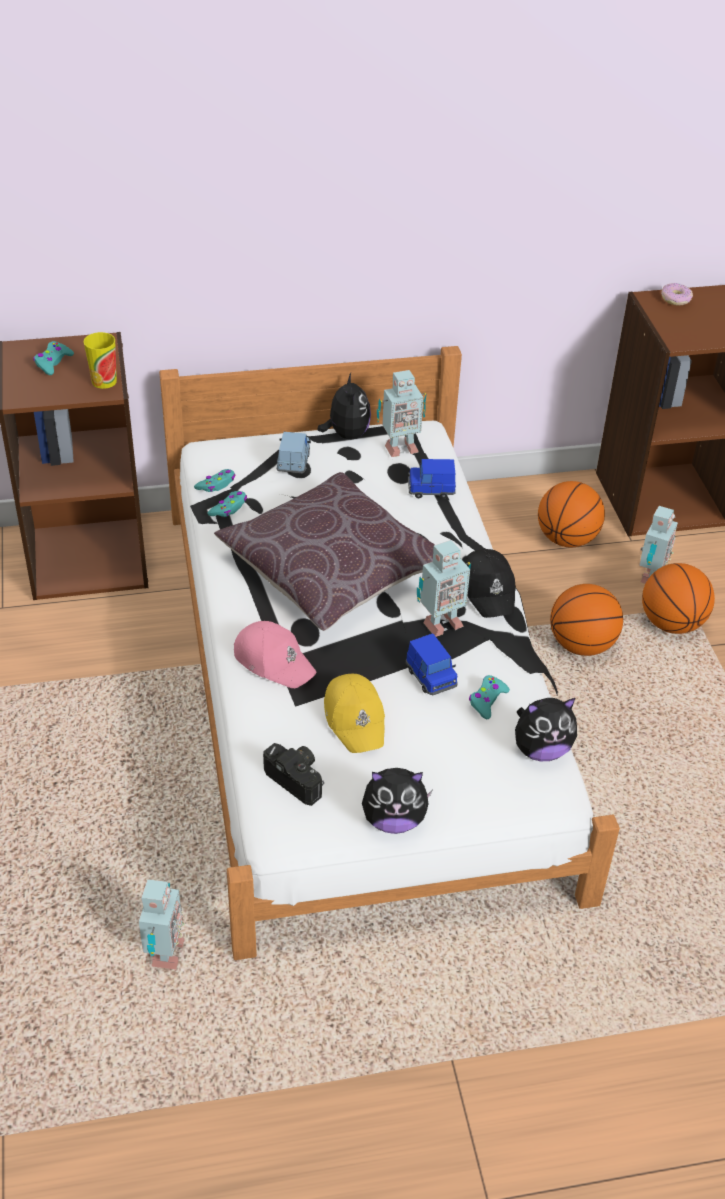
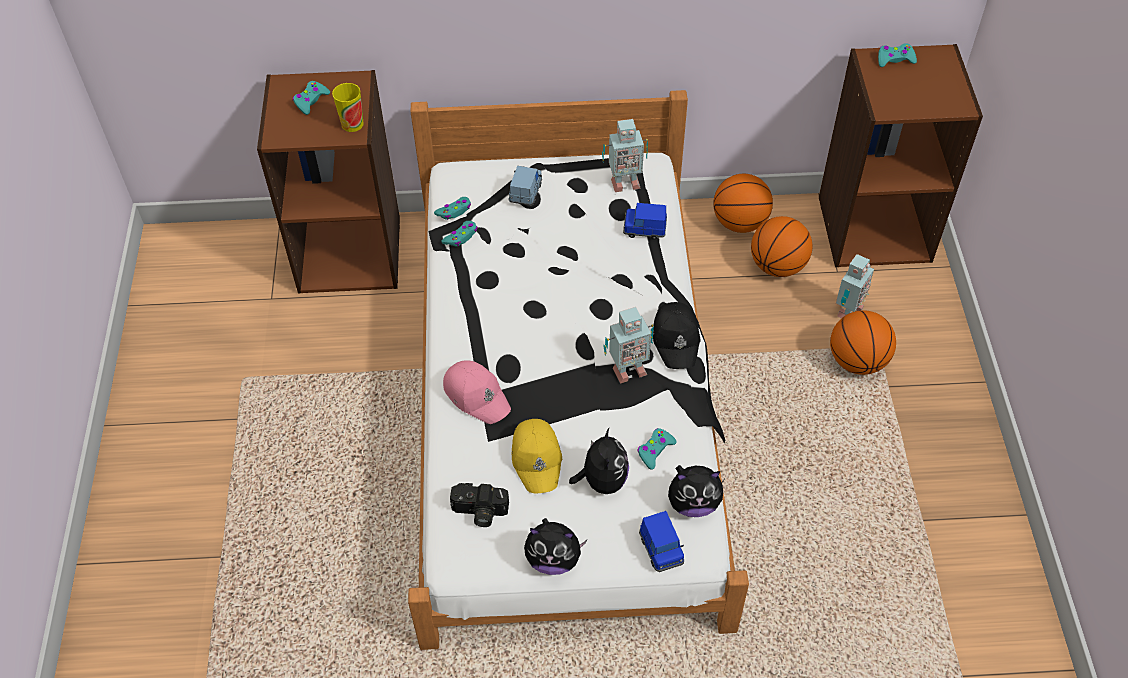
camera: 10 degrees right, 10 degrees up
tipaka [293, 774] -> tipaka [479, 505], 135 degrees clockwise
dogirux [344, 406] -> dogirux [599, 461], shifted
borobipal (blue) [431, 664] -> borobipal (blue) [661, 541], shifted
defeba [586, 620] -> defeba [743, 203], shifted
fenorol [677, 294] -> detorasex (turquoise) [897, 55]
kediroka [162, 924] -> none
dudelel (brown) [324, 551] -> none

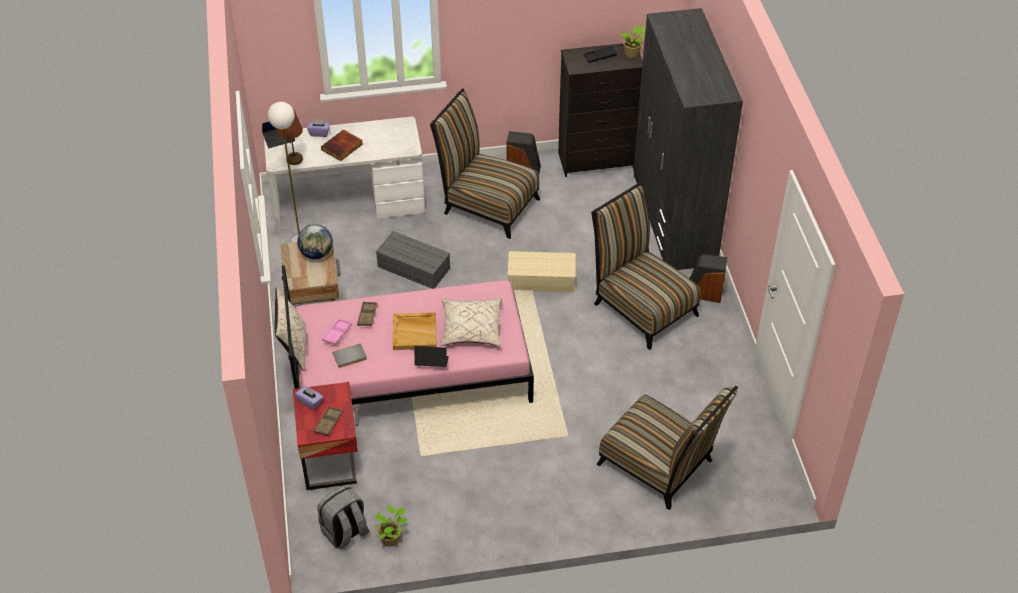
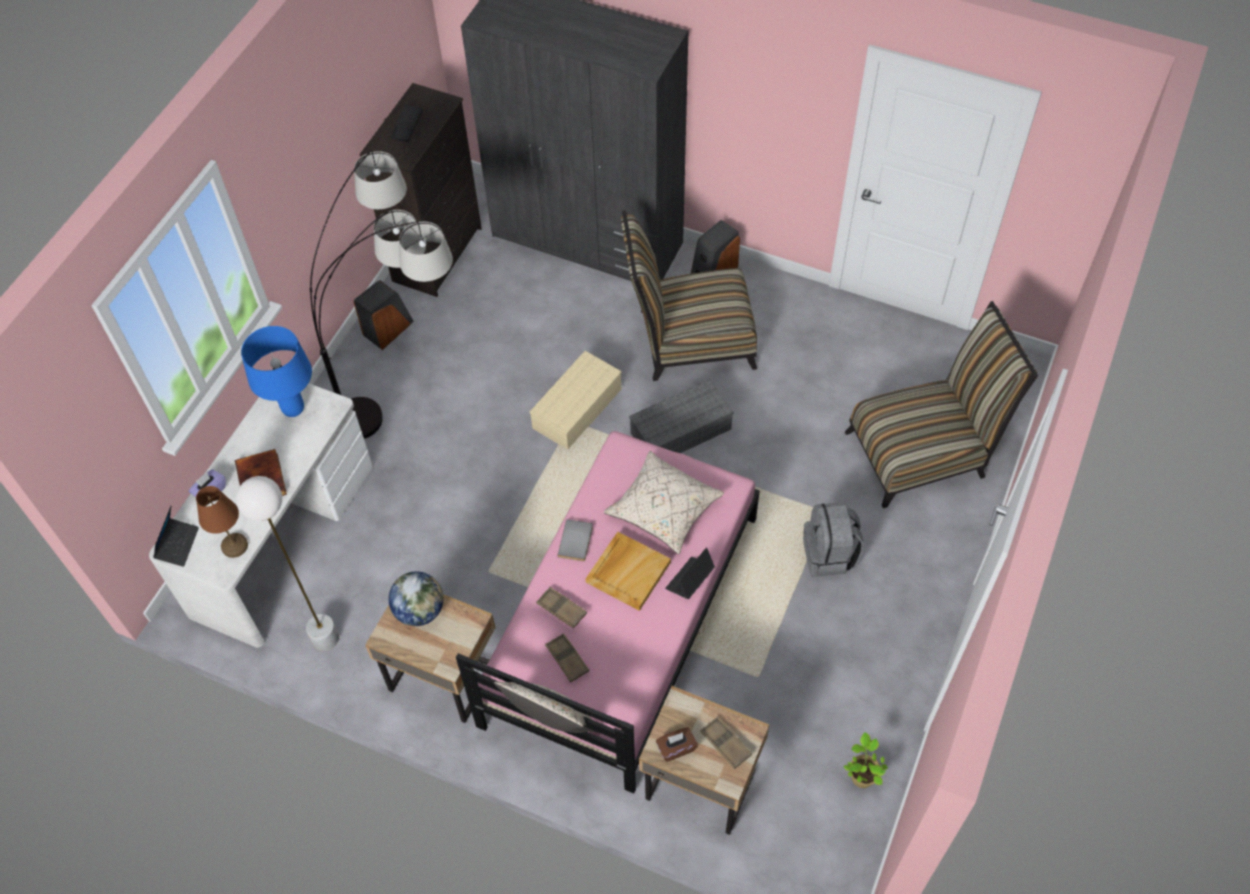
camera: 55 degrees left, 10 degrees up
none -> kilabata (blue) [276, 371]
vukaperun [485, 163] -> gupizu [381, 294]
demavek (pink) [337, 332] -> demavek (brown) [567, 657]
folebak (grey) [349, 355] -> folebak (grey) [575, 540], shifted
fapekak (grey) [413, 260] -> fapekak (grey) [681, 416], shifted
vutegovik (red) [326, 436] -> vutegovik (beige) [704, 760]
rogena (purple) [309, 398] -> rogena (brown) [677, 744]
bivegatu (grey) [343, 517] -> bivegatu (grey) [833, 539], shifted
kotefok [633, 41] -> none

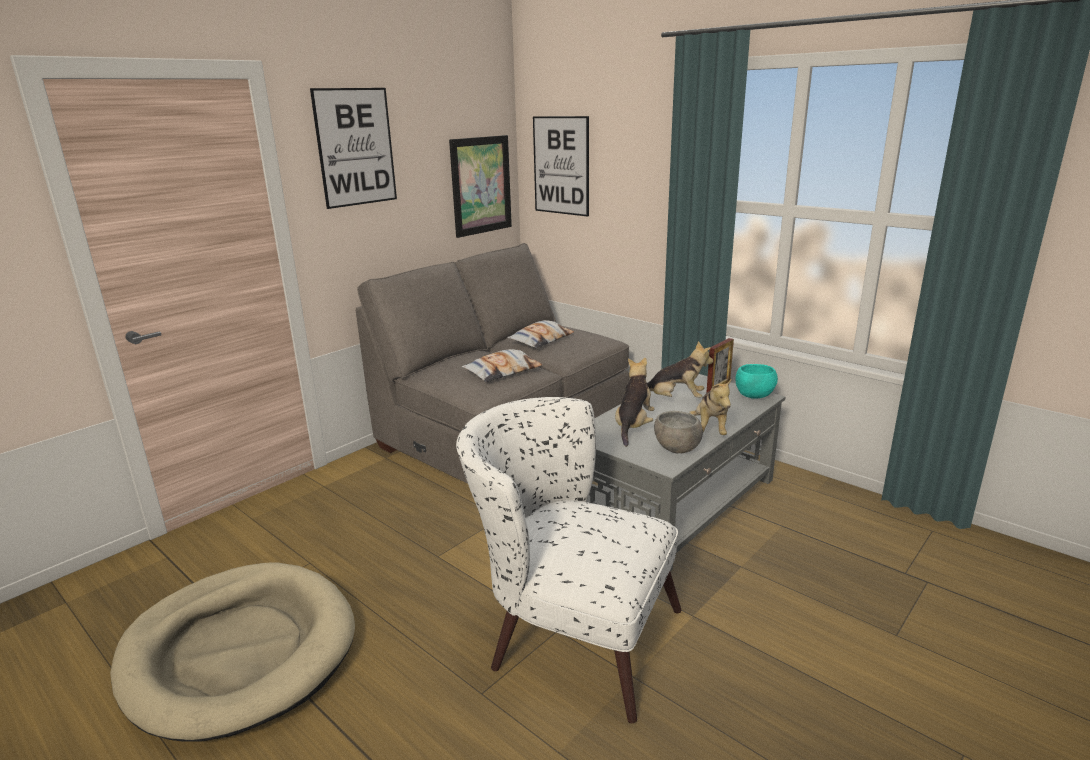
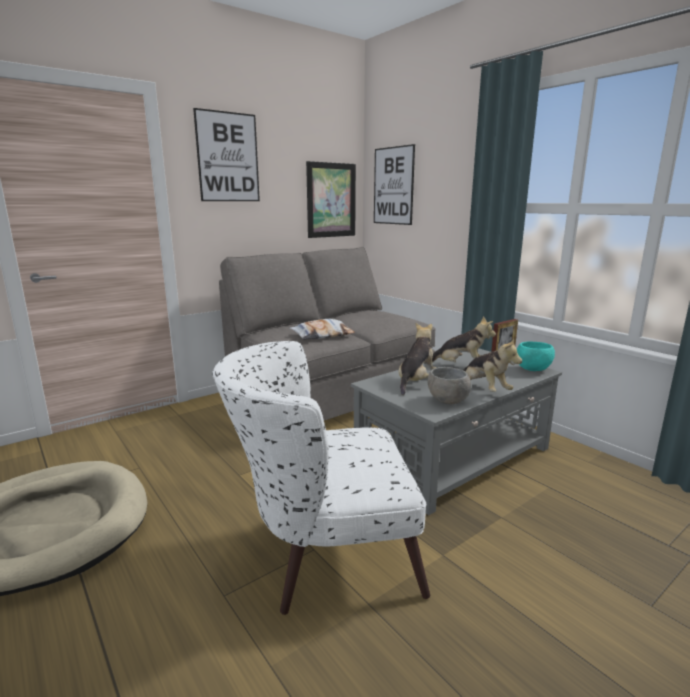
camera: 10 degrees right, 5 degrees down
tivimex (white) [568, 560] -> tivimex (white) [321, 478], 45 degrees counterclockwise
dogirux [710, 407] -> dogirux [492, 365], 45 degrees counterclockwise
dudelel [540, 334] -> none

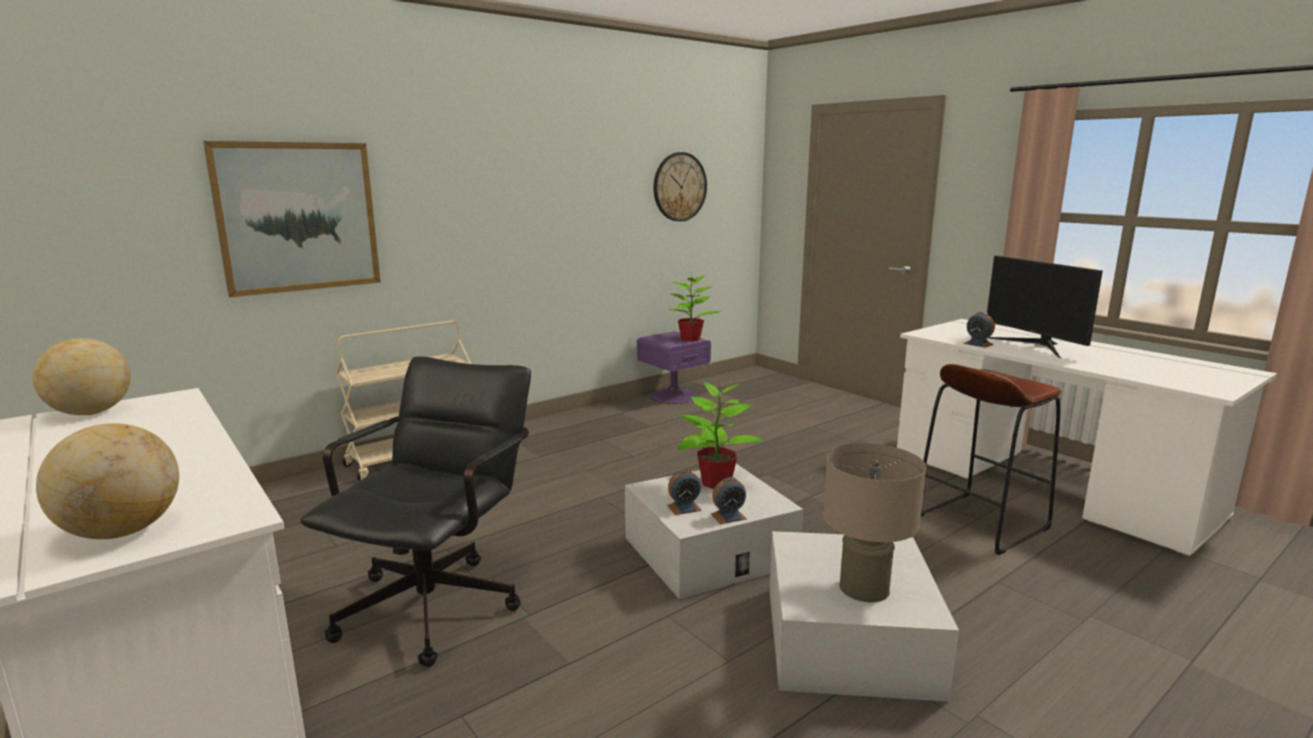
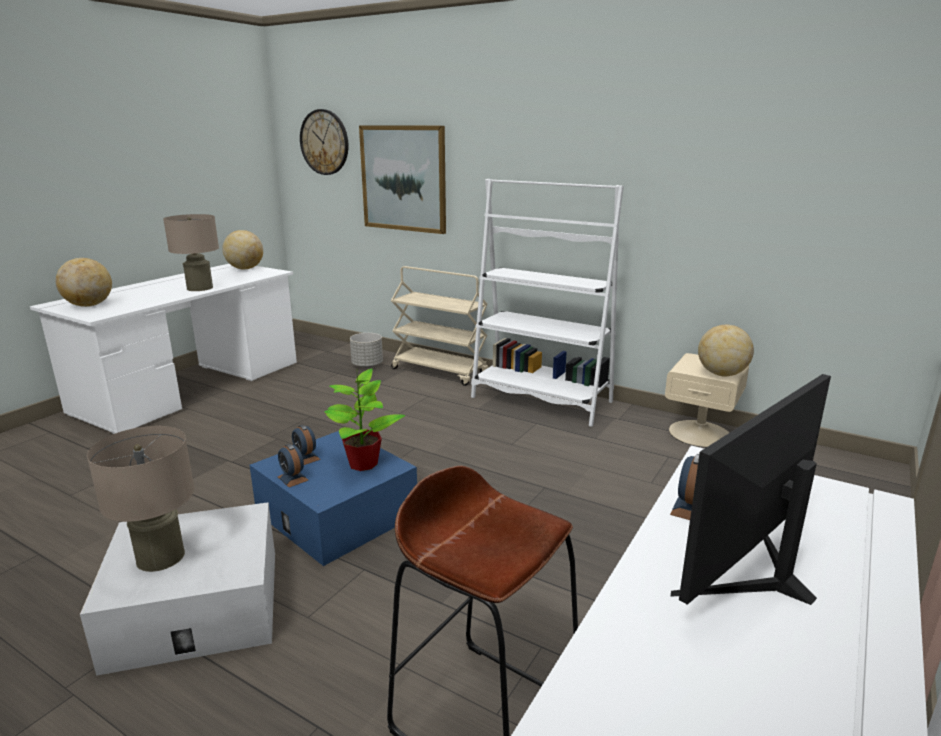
camera: 70 degrees right, 5 degrees up
none -> kilabata (beige) [191, 252]
fapekak (white) [714, 531] -> fapekak (blue) [333, 498]
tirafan [680, 186] -> tirafan [324, 142], shifted
none -> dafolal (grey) [366, 350]
none -> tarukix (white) [547, 303]
vutegovik (purple) [674, 367] -> vutegovik (beige) [707, 400]
kotefok [694, 307] -> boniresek [726, 350]
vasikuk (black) [415, 511] -> none

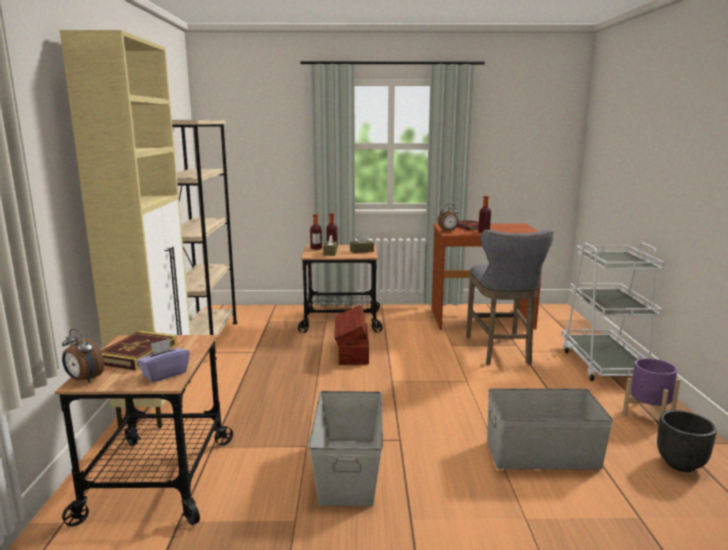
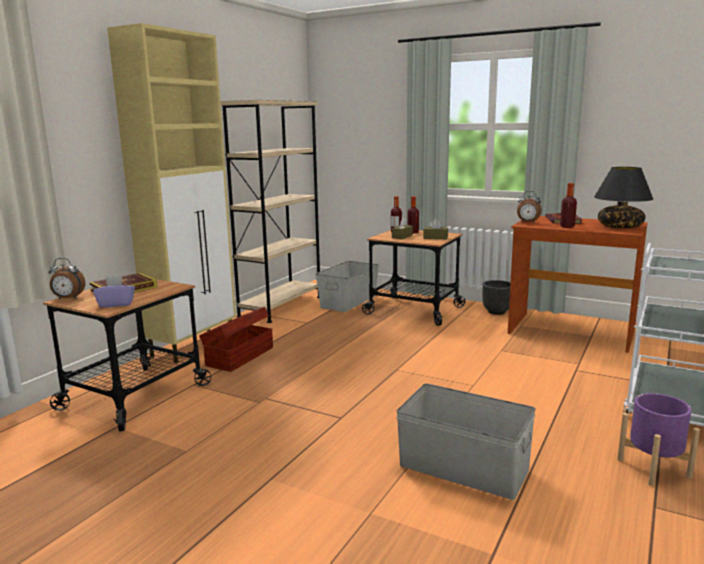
camera: 30 degrees right, 0 degrees up
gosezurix [83, 356] -> gosezurix [66, 278], 60 degrees counterclockwise
fapekak (brown) [351, 335] -> fapekak (brown) [236, 339], shifted
fapekak (grey) [345, 448] -> fapekak (grey) [347, 286], shifted
dafolal (black) [687, 441] -> dafolal (black) [496, 297], shifted
none -> kilabata (black) [623, 198]
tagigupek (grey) [510, 297] -> none

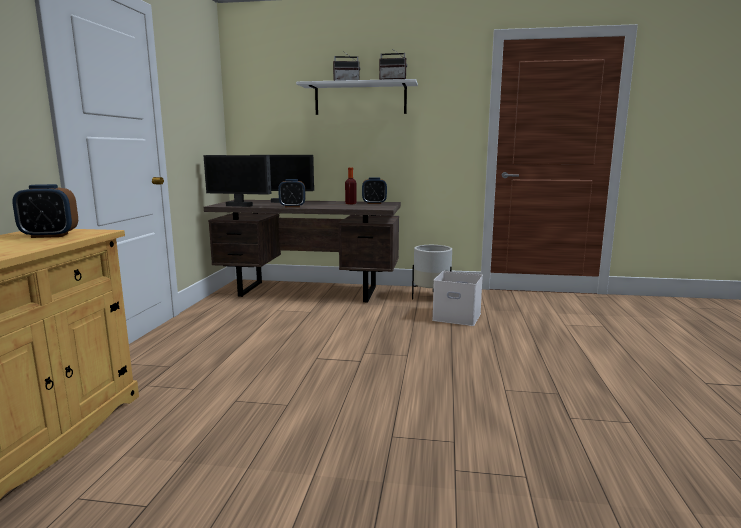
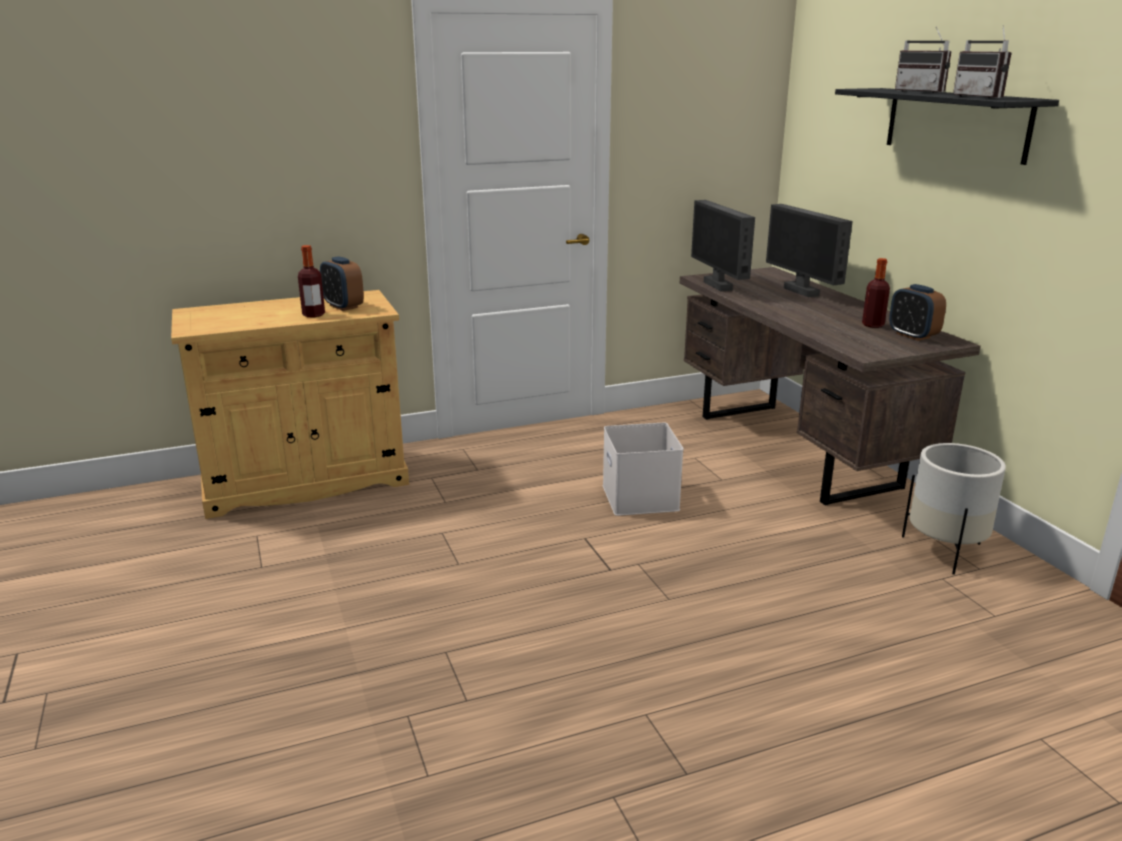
camera: 60 degrees right, 10 degrees up
none -> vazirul [311, 281]
fapekak (white) [457, 298] -> fapekak (white) [643, 469], shifted
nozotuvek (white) [357, 97] -> nozotuvek (black) [947, 126]
gosezurix [291, 193] -> none

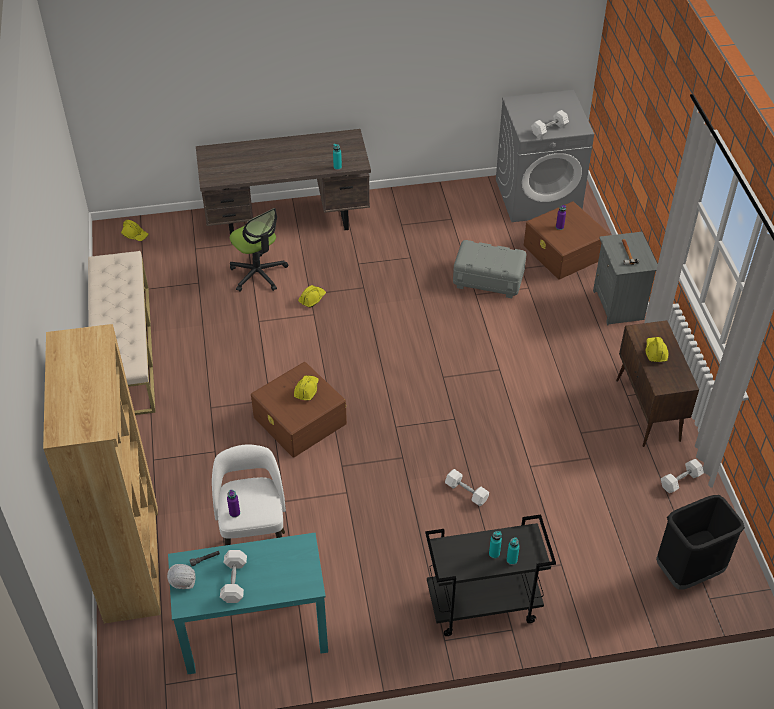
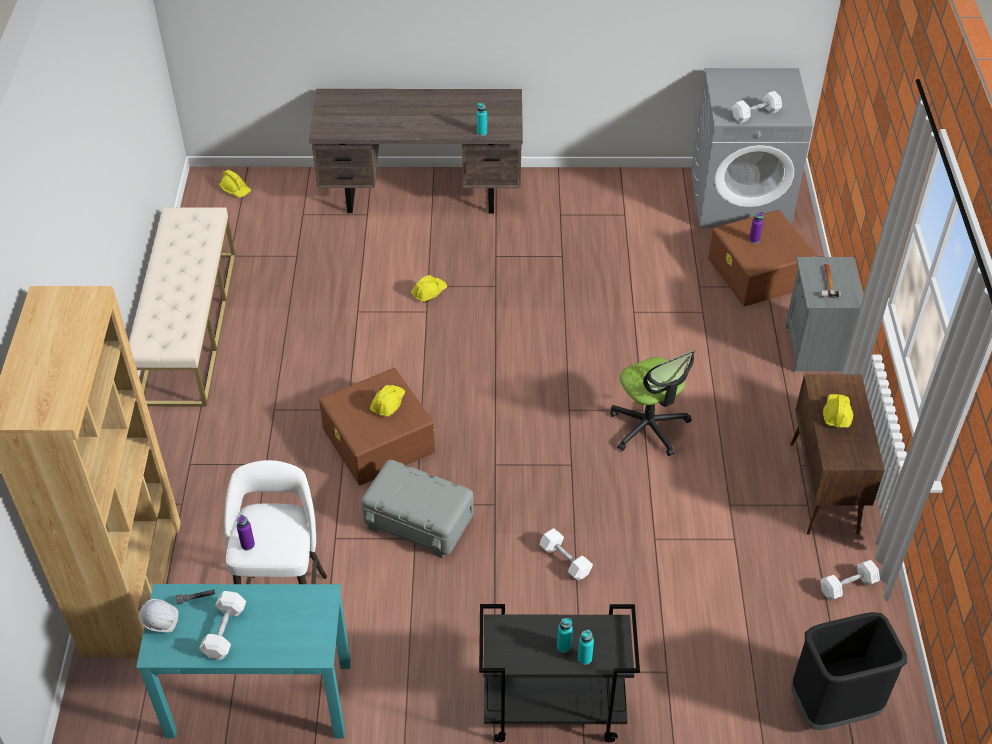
camera: 10 degrees right, 0 degrees up
fapekak (grey) [489, 269] -> fapekak (grey) [417, 509], shifted
vasikuk [259, 250] -> vasikuk [652, 403], shifted

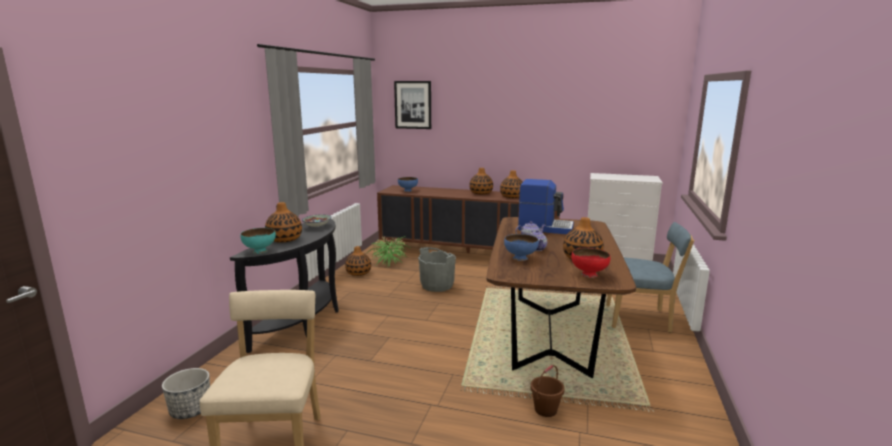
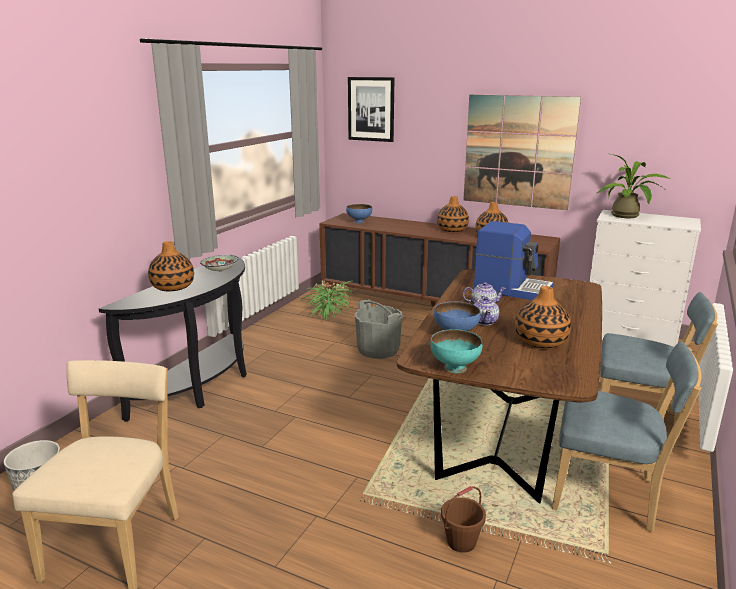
camera: 10 degrees right, 5 degrees up
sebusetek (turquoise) [258, 241] -> sebusetek (turquoise) [456, 351], shifted
none -> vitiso [522, 152]
none -> vukaperun (blue) [626, 436]
none -> kotefok [633, 186]
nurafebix [358, 261] -> none
sebusetek (red) [590, 263] -> none

